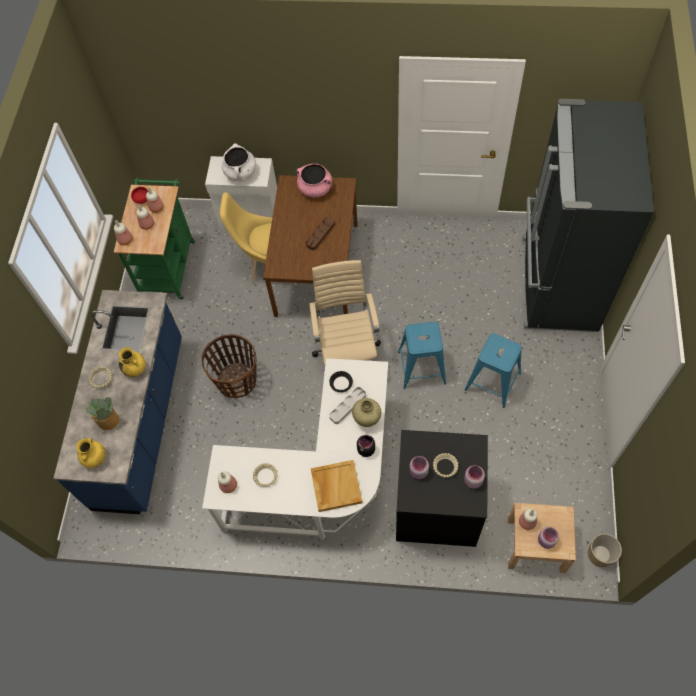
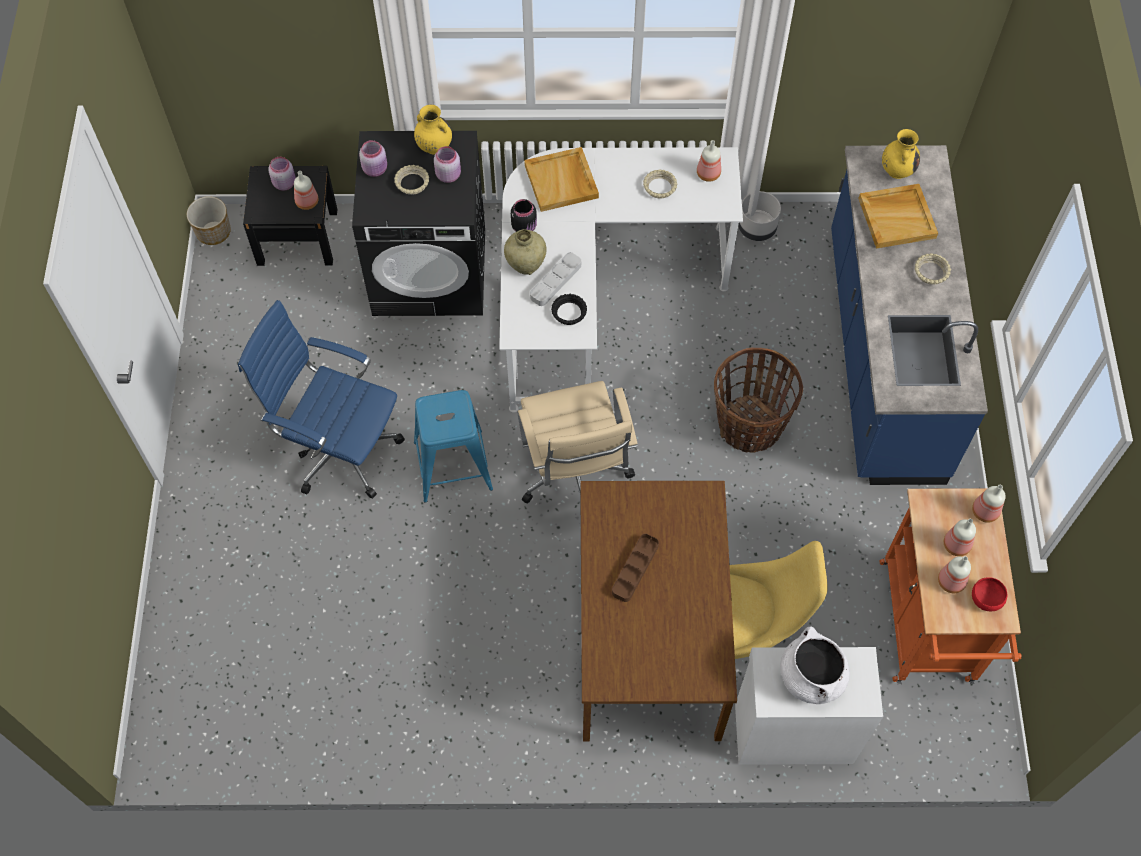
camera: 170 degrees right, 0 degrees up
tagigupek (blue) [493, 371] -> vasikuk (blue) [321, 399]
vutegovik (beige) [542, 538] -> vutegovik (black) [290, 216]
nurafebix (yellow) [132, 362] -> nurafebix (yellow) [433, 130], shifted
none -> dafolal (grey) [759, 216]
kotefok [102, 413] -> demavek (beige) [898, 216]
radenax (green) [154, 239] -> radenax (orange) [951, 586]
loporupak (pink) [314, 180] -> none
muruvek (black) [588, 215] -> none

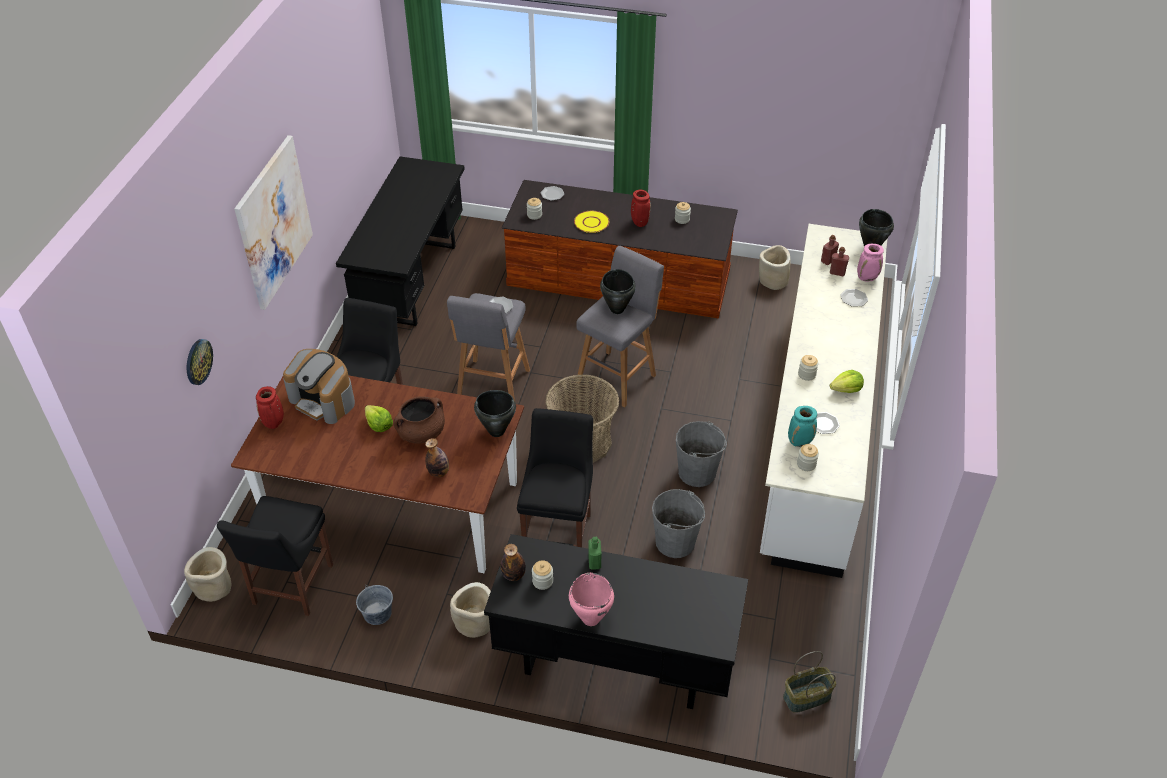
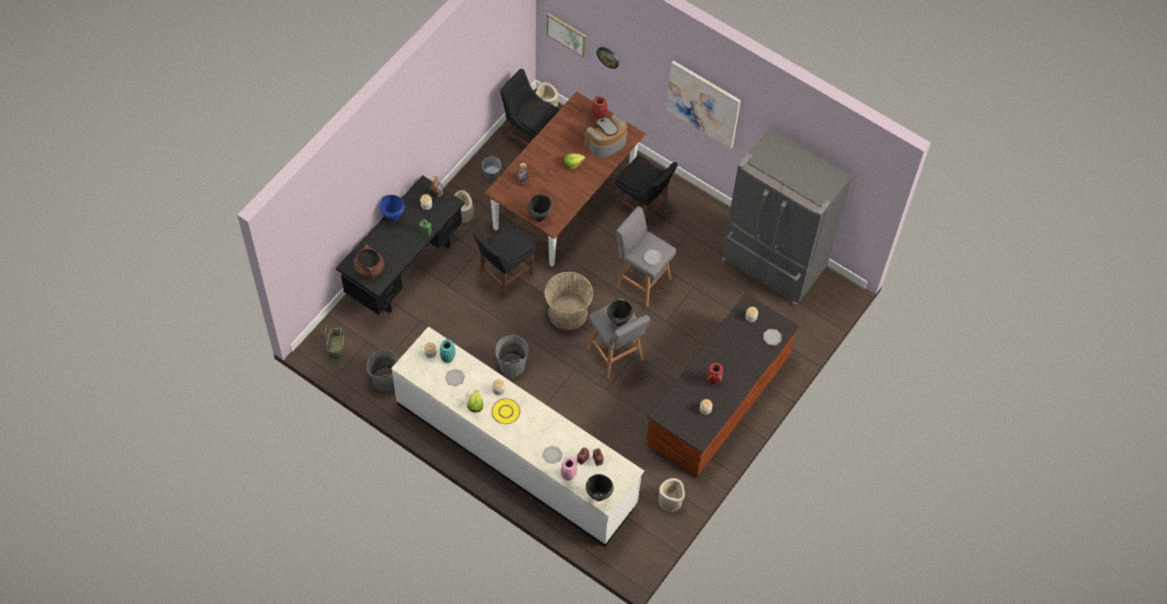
camera: 110 degrees right, 15 degrees up
loporupak (brown) [419, 420] -> loporupak (brown) [368, 261], shifted
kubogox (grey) [678, 523] -> kubogox (grey) [383, 370], shifted
loporupak (pink) [591, 599] -> loporupak (blue) [392, 208]
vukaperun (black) [555, 477] -> vukaperun (black) [504, 259], 105 degrees clockwise
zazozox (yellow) [591, 222] -> zazozox (yellow) [506, 411], shifted
none -> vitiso [566, 35]
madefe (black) [400, 241] -> muruvek (grey) [786, 217]

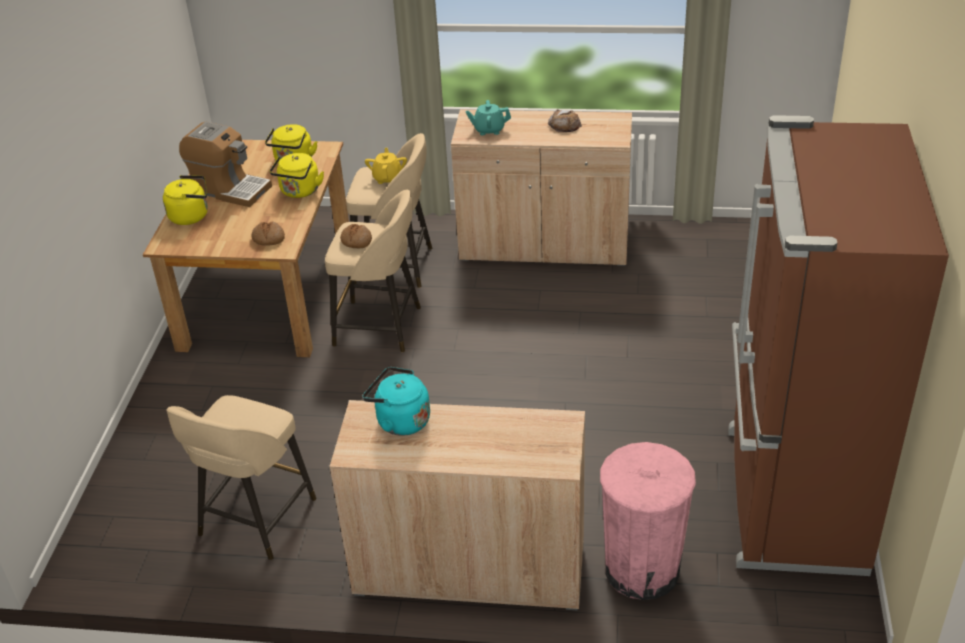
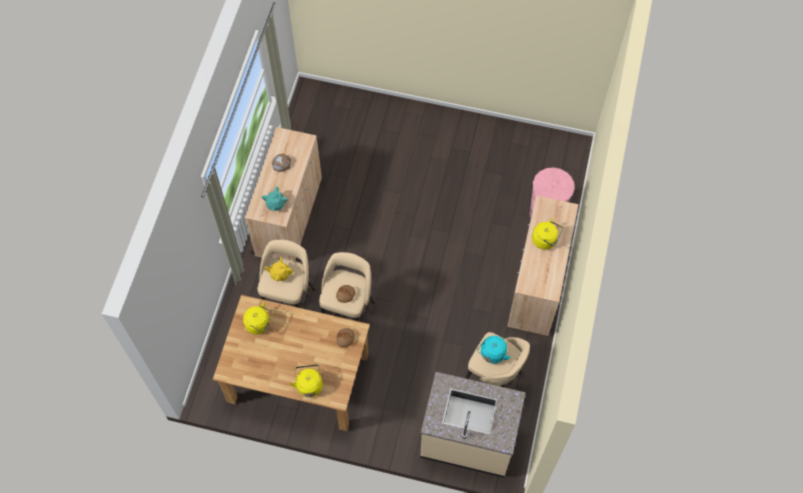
camera: 85 degrees left, 25 degrees up
none -> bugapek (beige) [473, 425]
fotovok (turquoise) [396, 401] -> fotovok (turquoise) [493, 350], shifted
fotovok (yellow) [296, 175] -> fotovok (yellow) [547, 234], shifted
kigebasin [225, 164] -> none
muruvek (brown) [838, 345] -> none

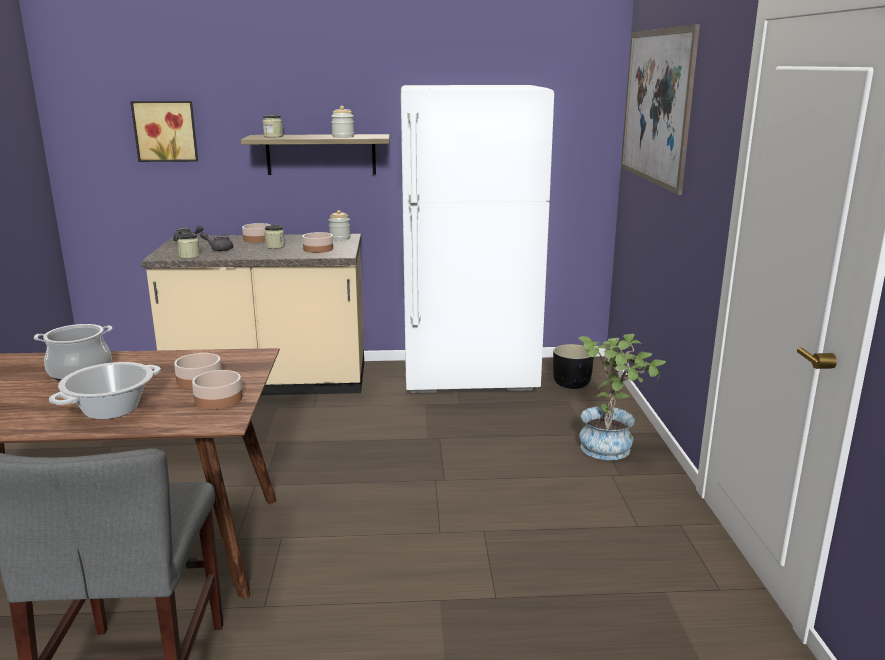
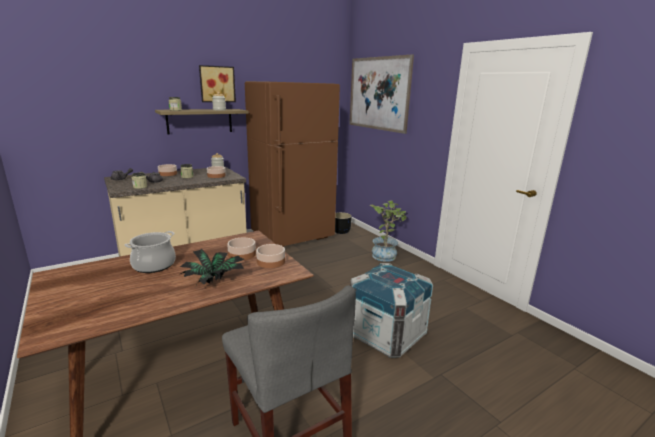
camera: 30 degrees left, 0 degrees up
loporupak [105, 390] -> kotefok [212, 267]
vitiso [164, 131] -> vitiso [217, 83], shifted
muruvek (white) [477, 239] -> muruvek (brown) [292, 164]
none -> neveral [391, 310]

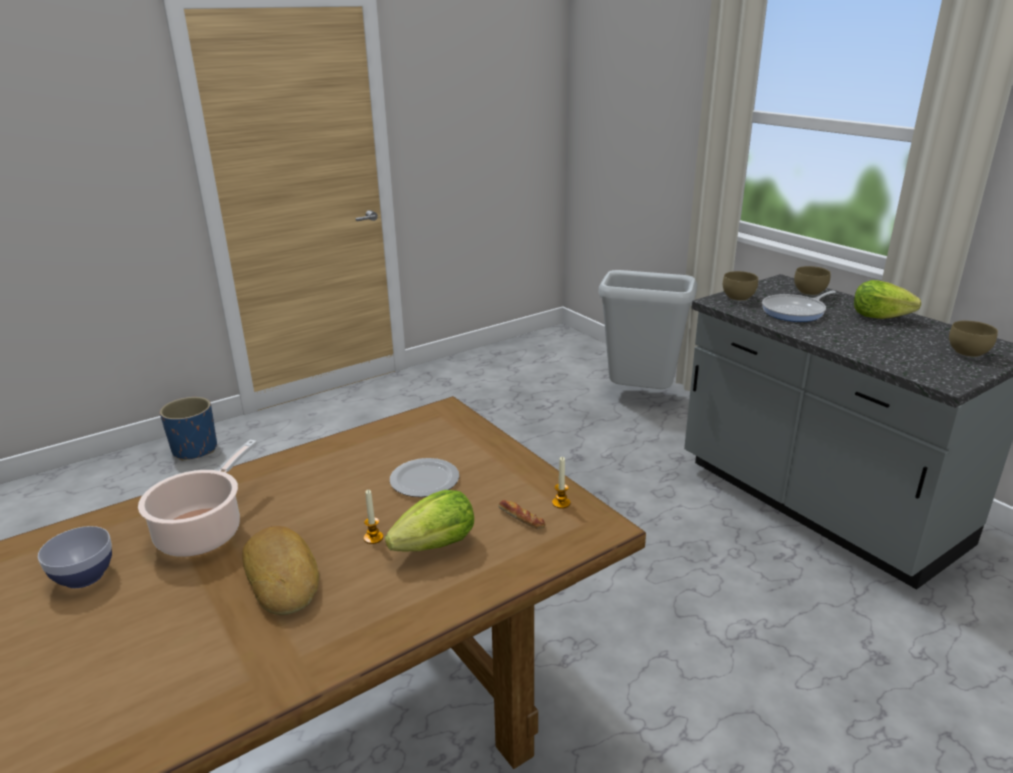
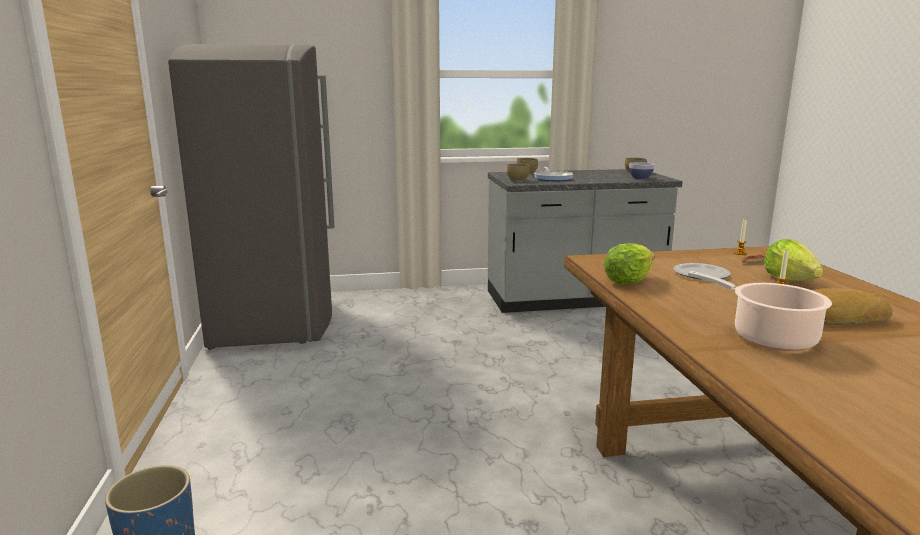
camera: 65 degrees left, 10 degrees down
none -> muruvek (grey) [251, 197]
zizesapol [887, 299] -> zizesapol [629, 264], shifted
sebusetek [75, 557] -> sebusetek [642, 170], shifted
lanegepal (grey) [647, 329] -> none

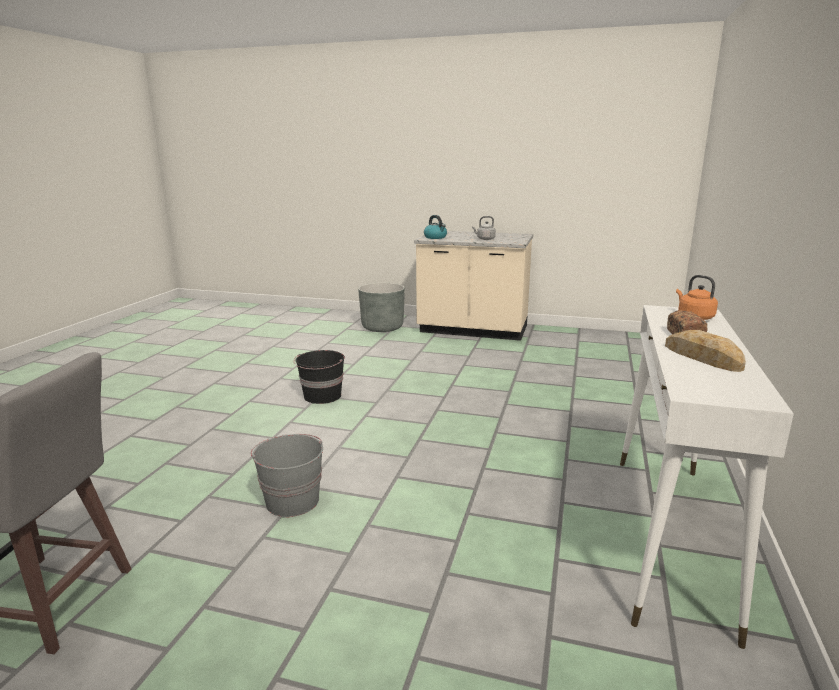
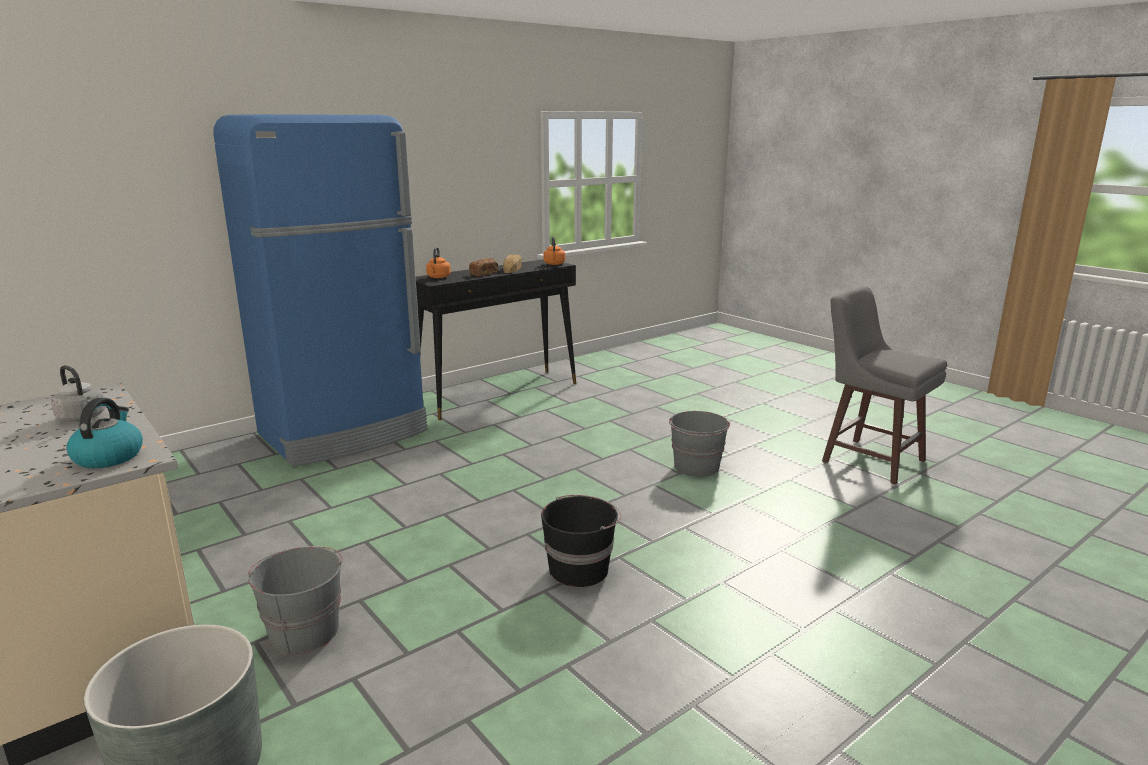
camera: 145 degrees left, 0 degrees up
none -> muruvek (blue) [320, 290]
none -> kubogox (grey) [295, 600]
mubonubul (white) [707, 477] -> mubonubul (black) [496, 339]
none -> fotovok (orange) [554, 251]

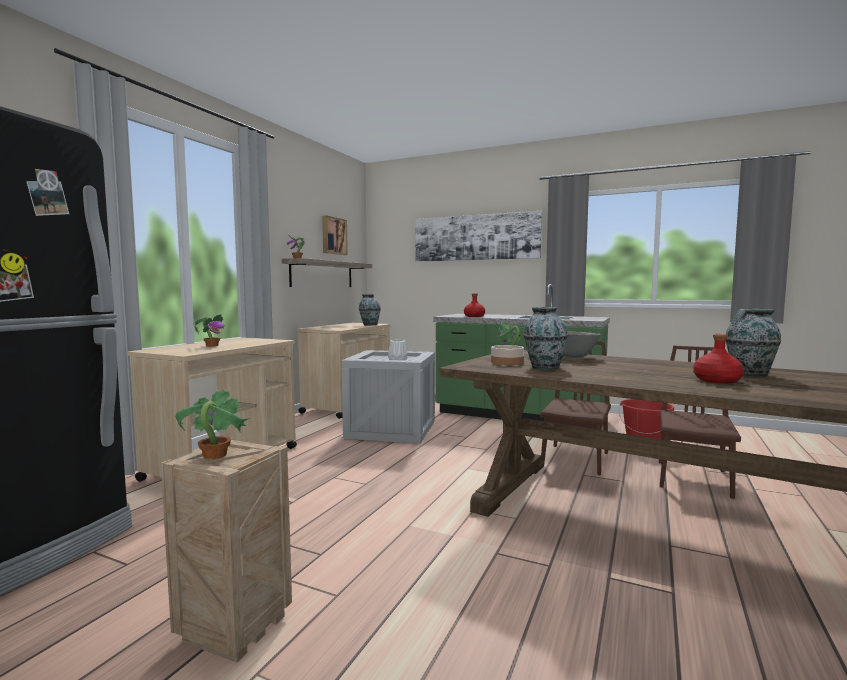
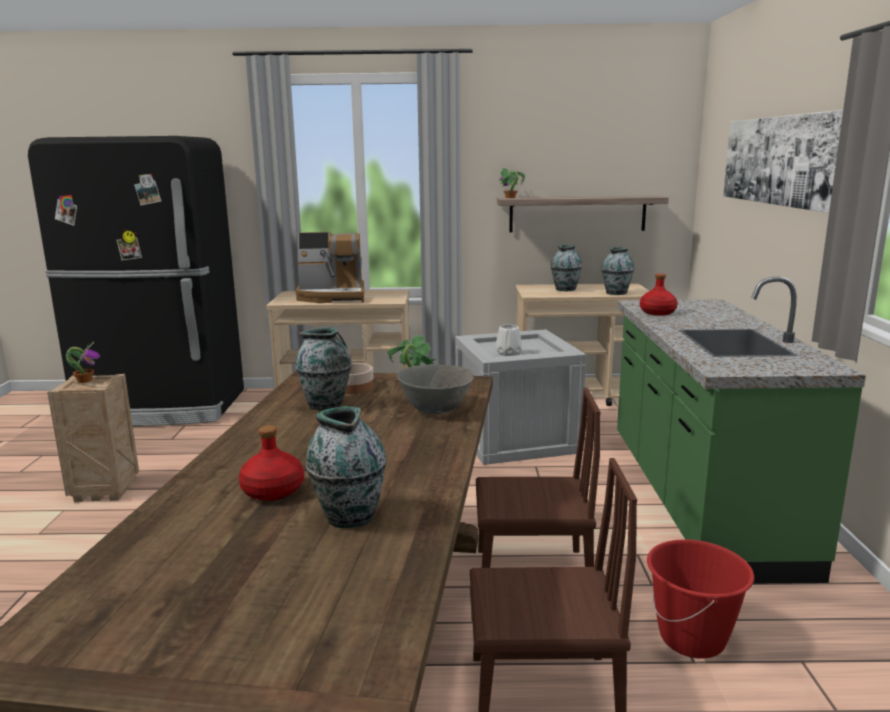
camera: 65 degrees right, 10 degrees up
kotefok [209, 330] -> kigebasin [330, 267]
none -> nurafebix [566, 268]
vitiso [335, 235] -> none

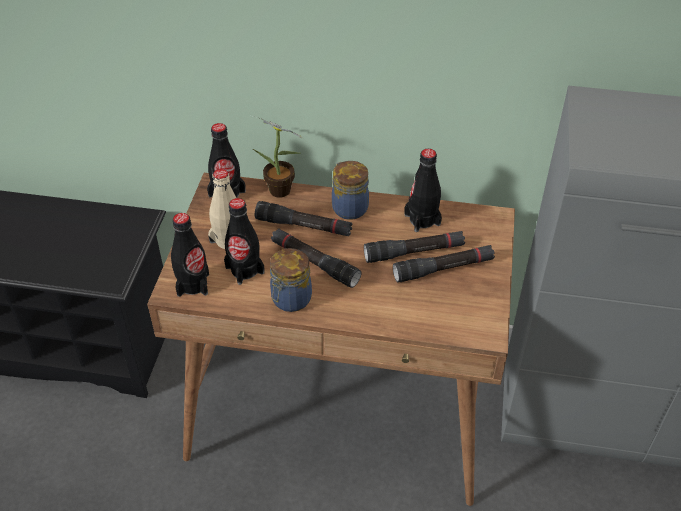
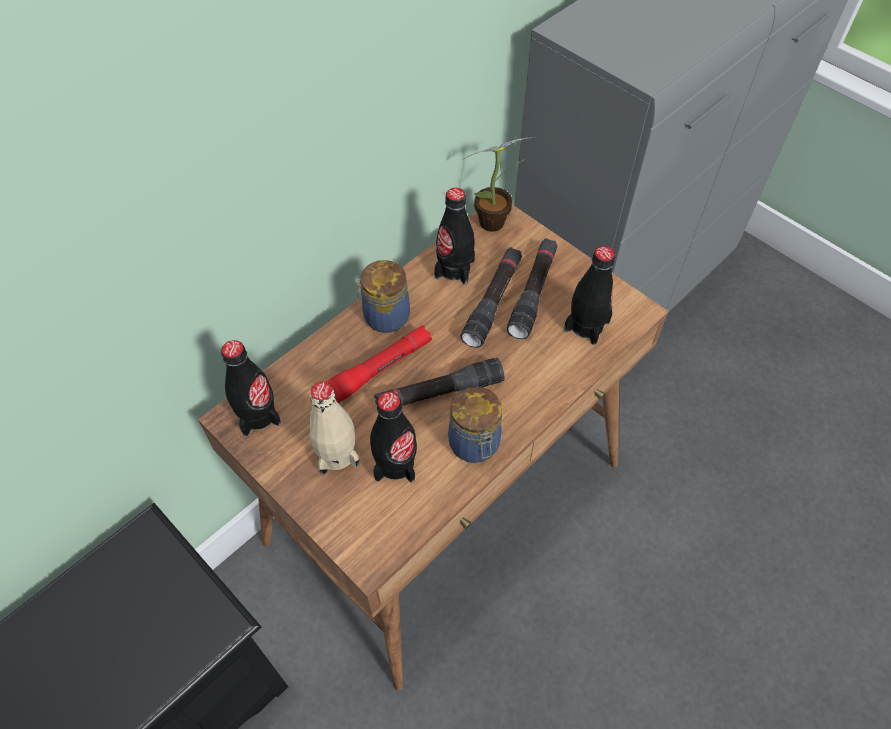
camera: 55 degrees left, 10 degrees up
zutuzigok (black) [303, 218] -> zutuzigok (red) [379, 364]
kotefok [278, 157] -> kotefok [498, 184], shifted
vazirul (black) [190, 255] -> vazirul (black) [589, 295], shifted

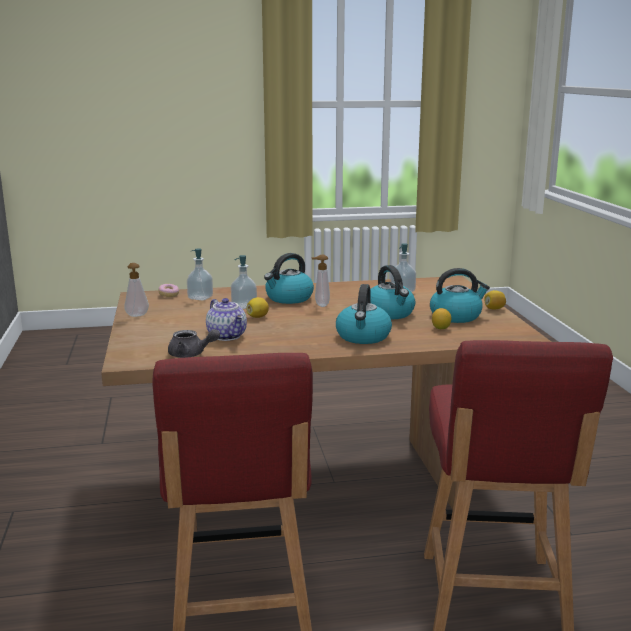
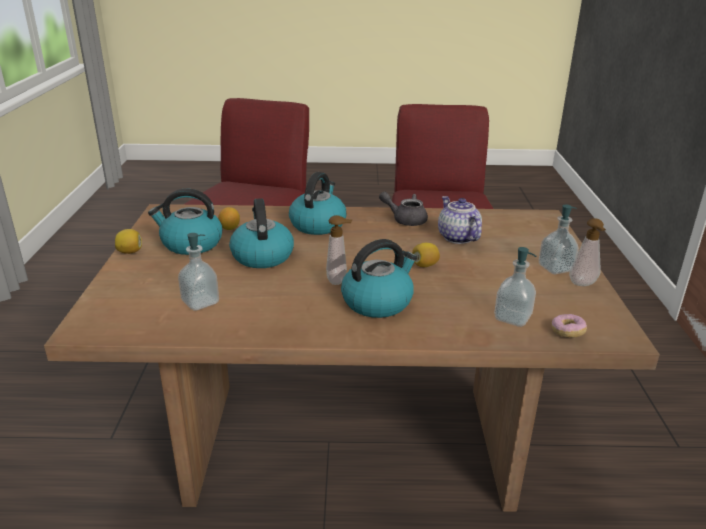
camera: 170 degrees left, 10 degrees up
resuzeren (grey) [194, 343] -> resuzeren (grey) [403, 208], shifted
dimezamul [244, 282] -> dimezamul [559, 239], shifted

